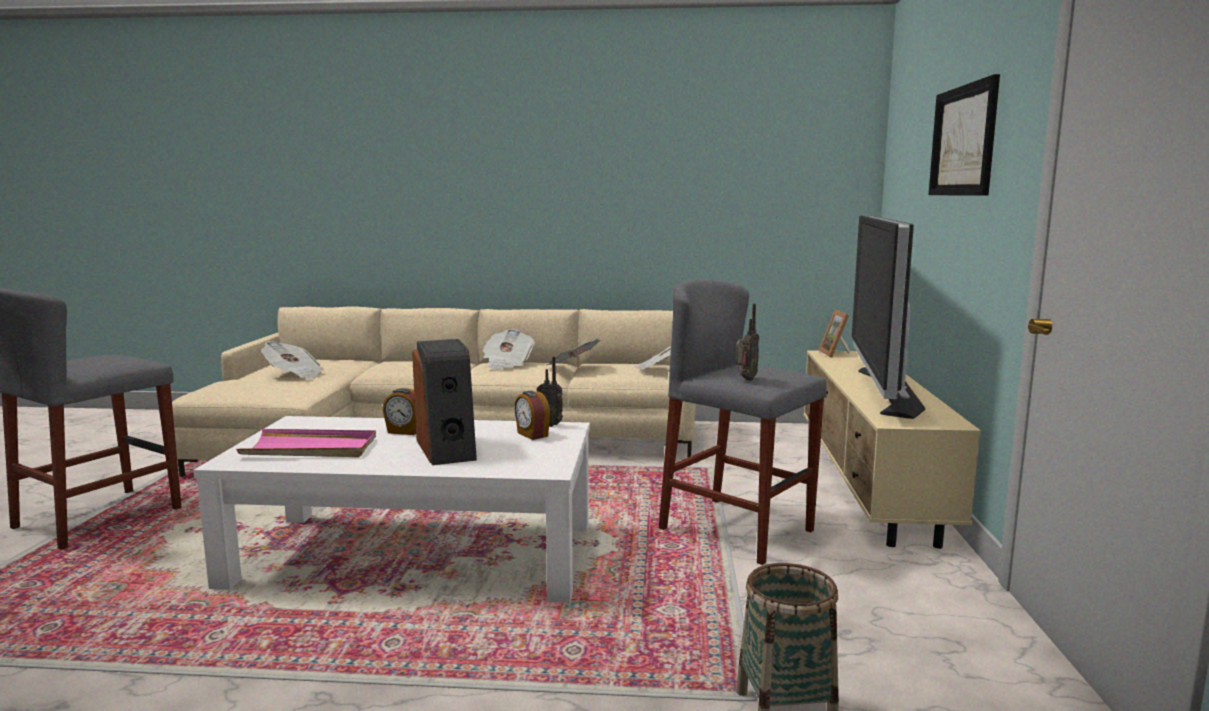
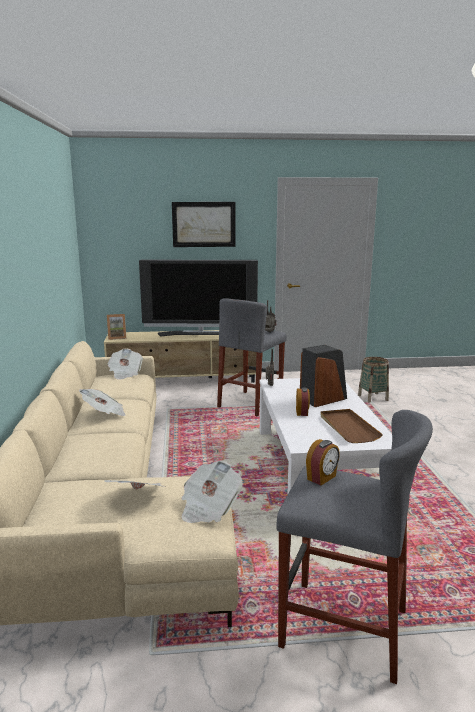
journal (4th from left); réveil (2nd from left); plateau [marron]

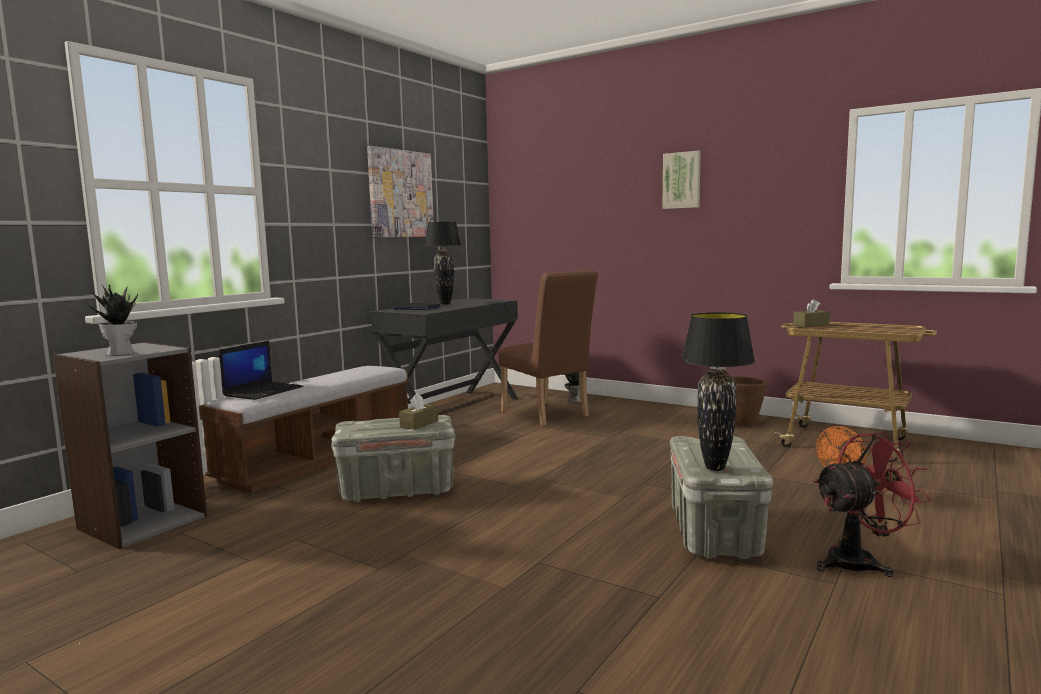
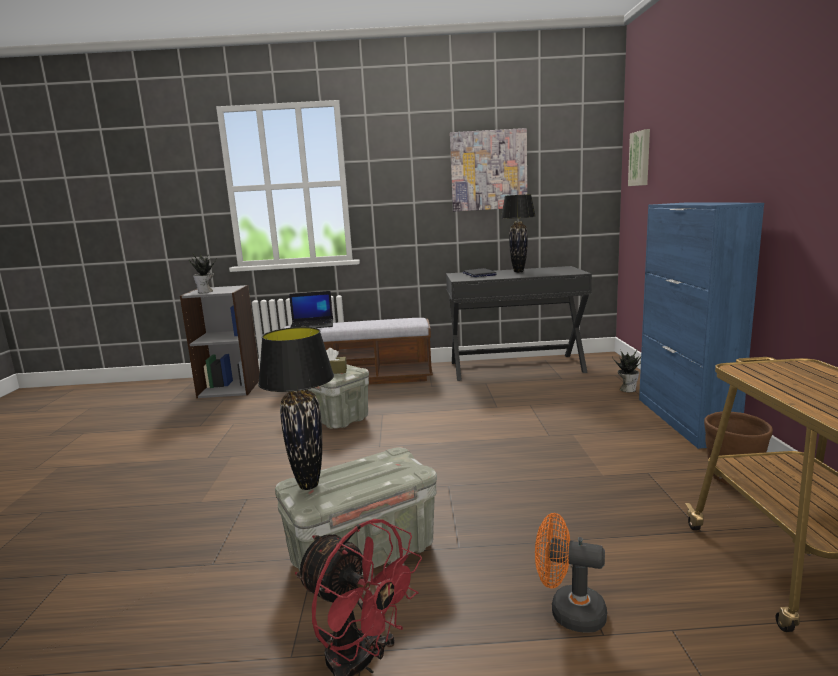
tableau (2nd from left); chaise [marron]; boîte à mouchoirs [marron] (2nd from left in the first image); meuble de rangement [bleu]

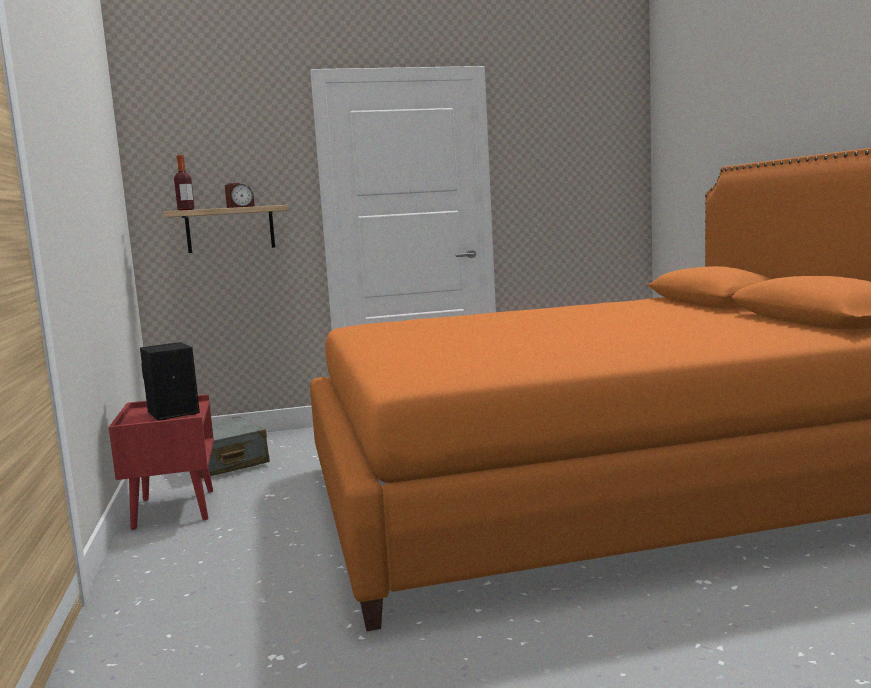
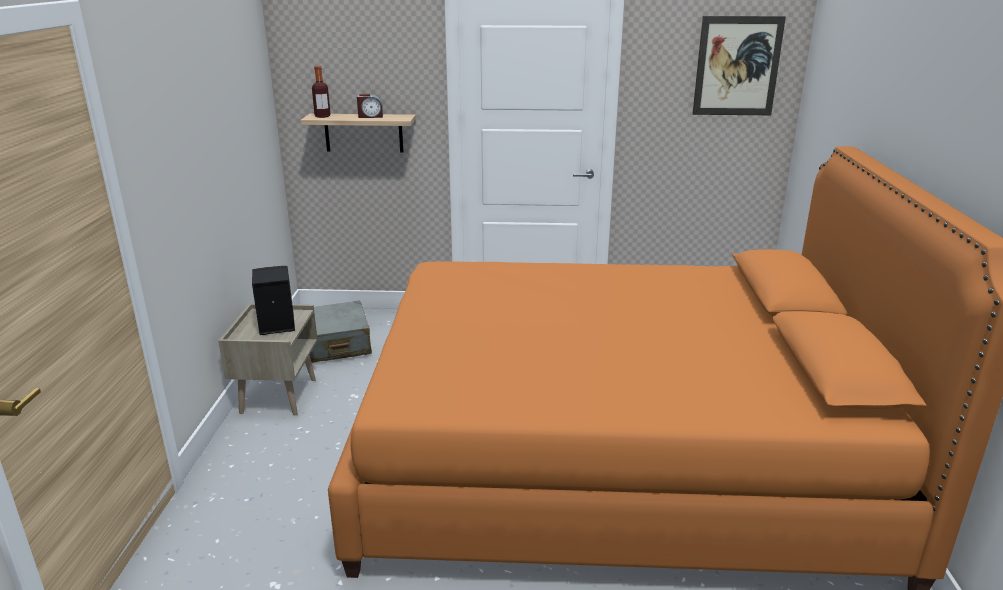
table de chevet [beige]; tableau

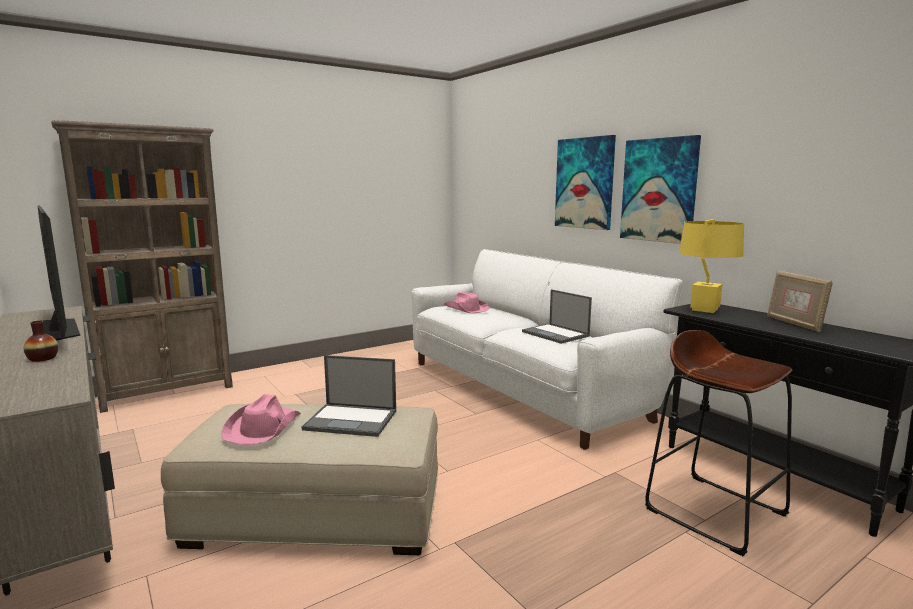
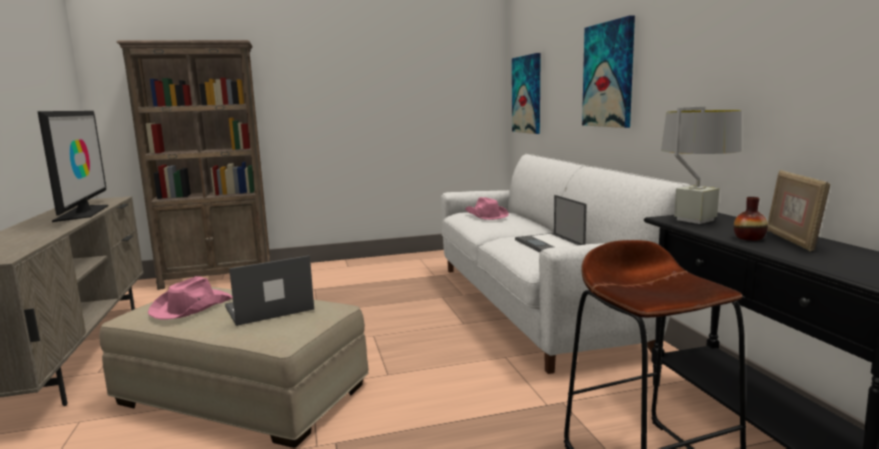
tableau (1st from left); lampe de table [gris]; vase; ordinateur portable (1st from left)

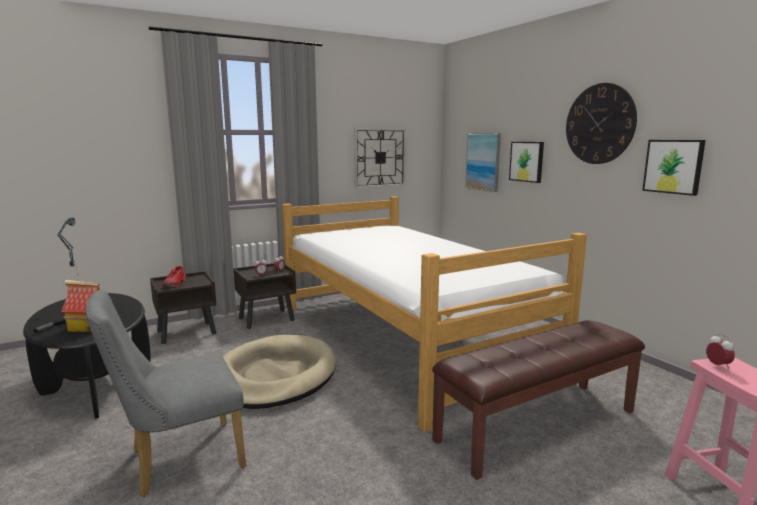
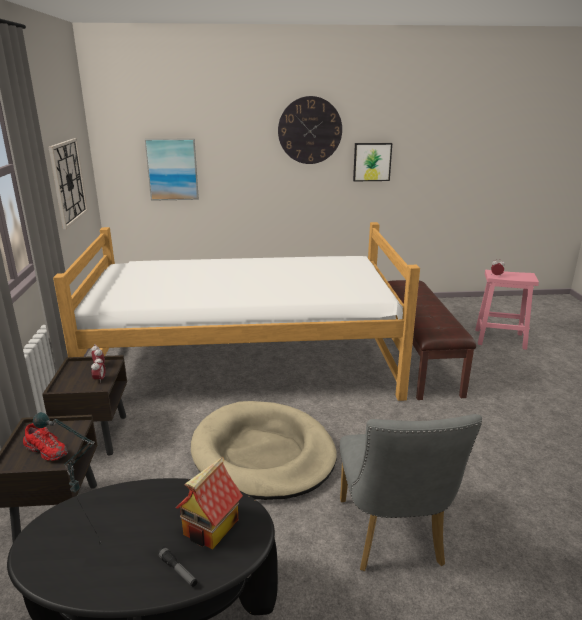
tableau (2nd from left in the first image)

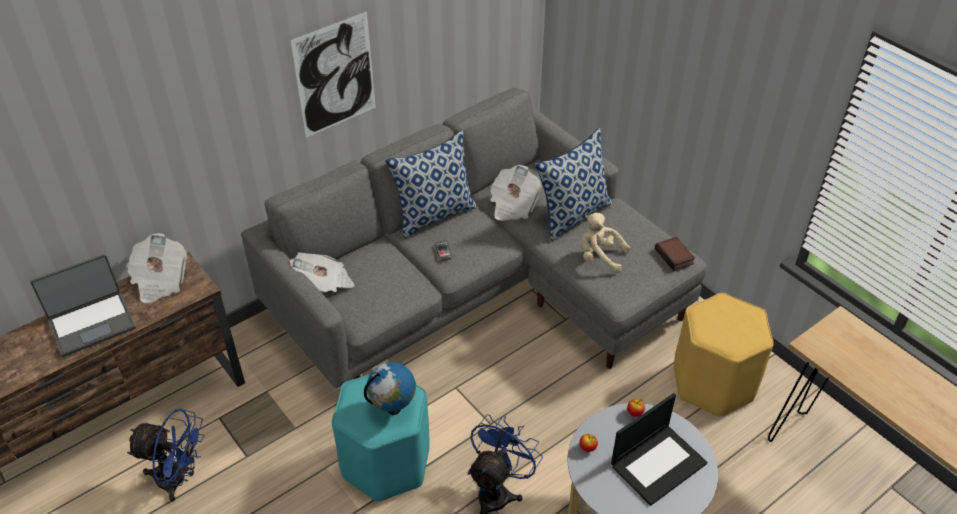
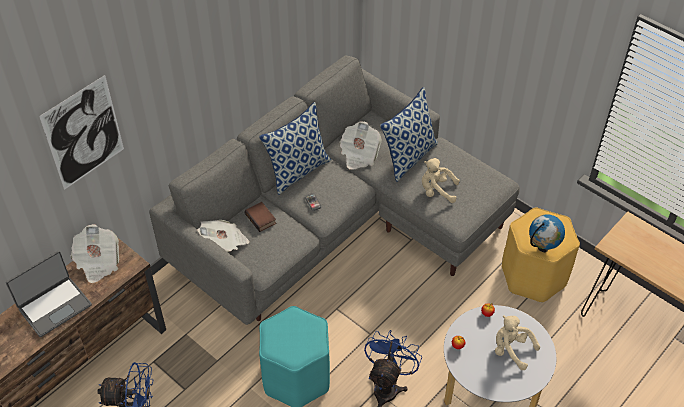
tableau; livre; globe; peluche [beige] (2nd from left)

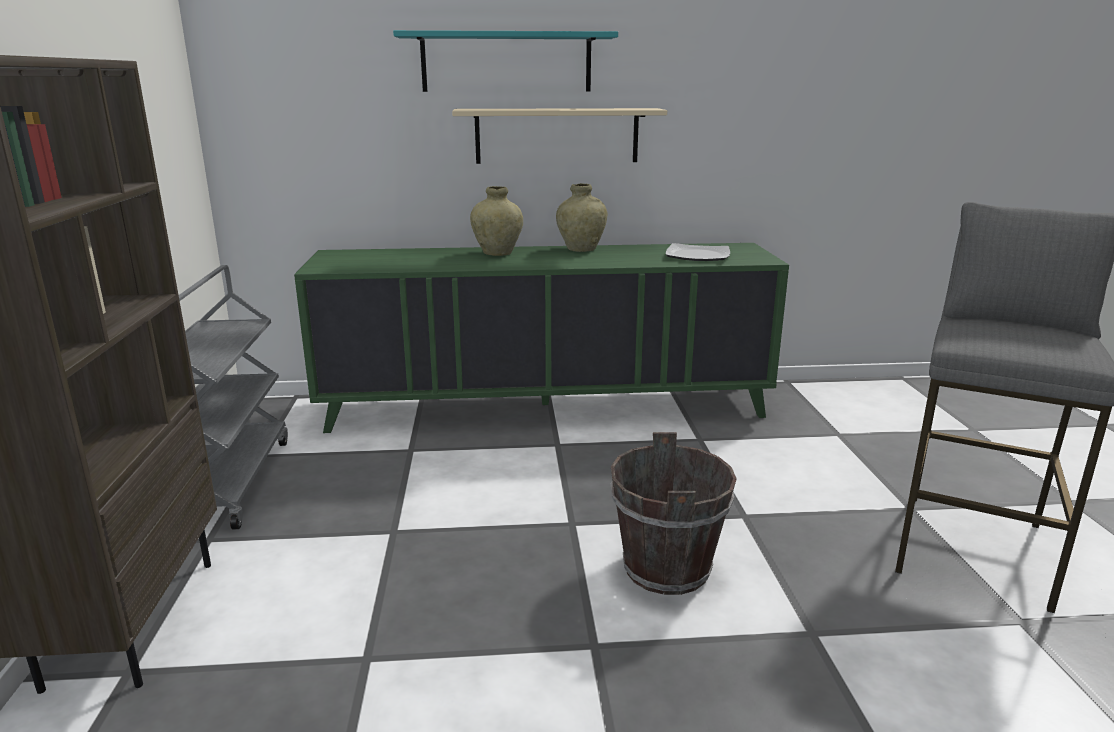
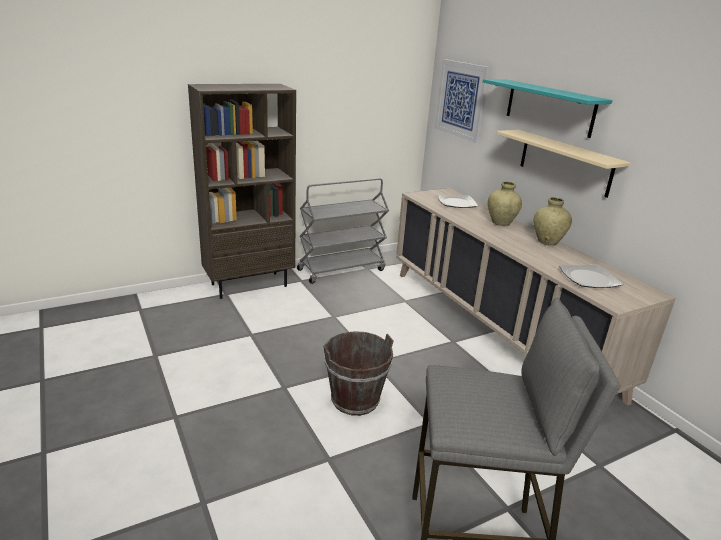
meuble de rangement [beige]; tableau; assiette (1st from left)

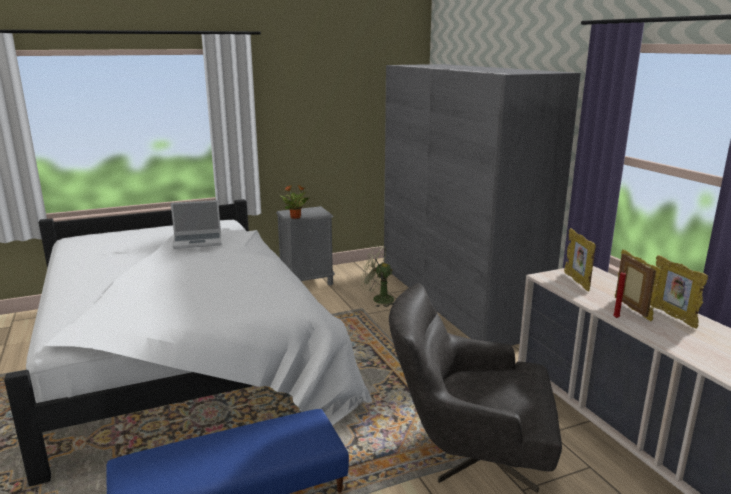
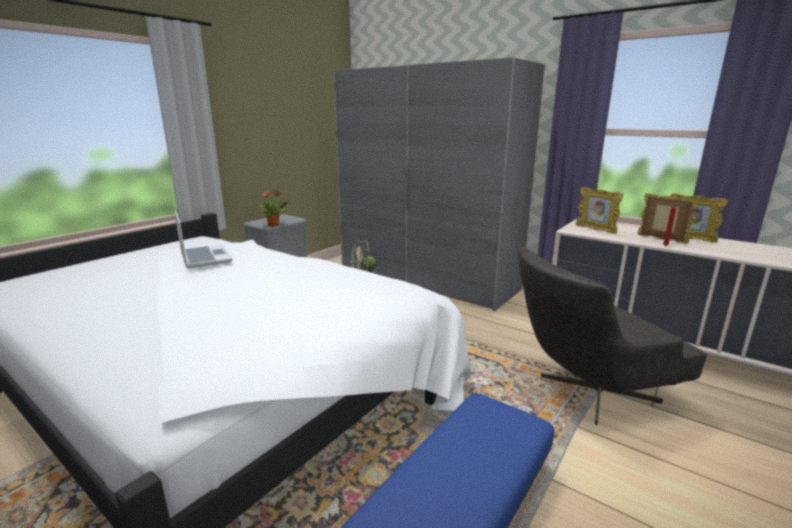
ordinateur portable

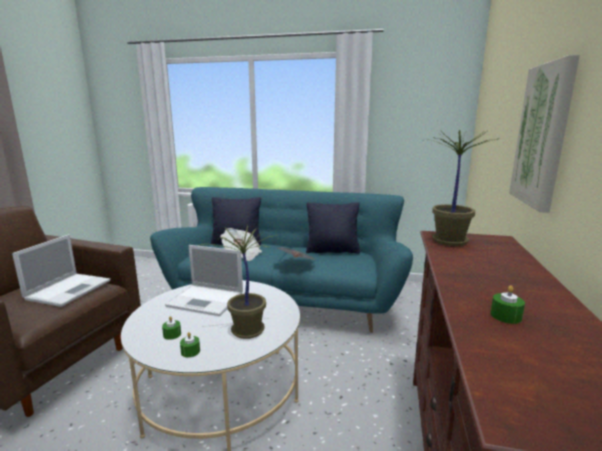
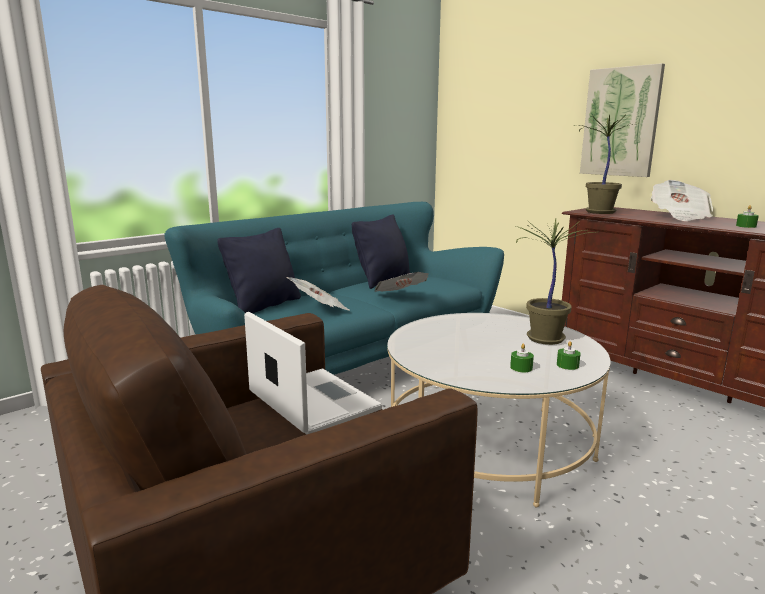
ordinateur portable (2nd from left in the first image); journal (3rd from left)

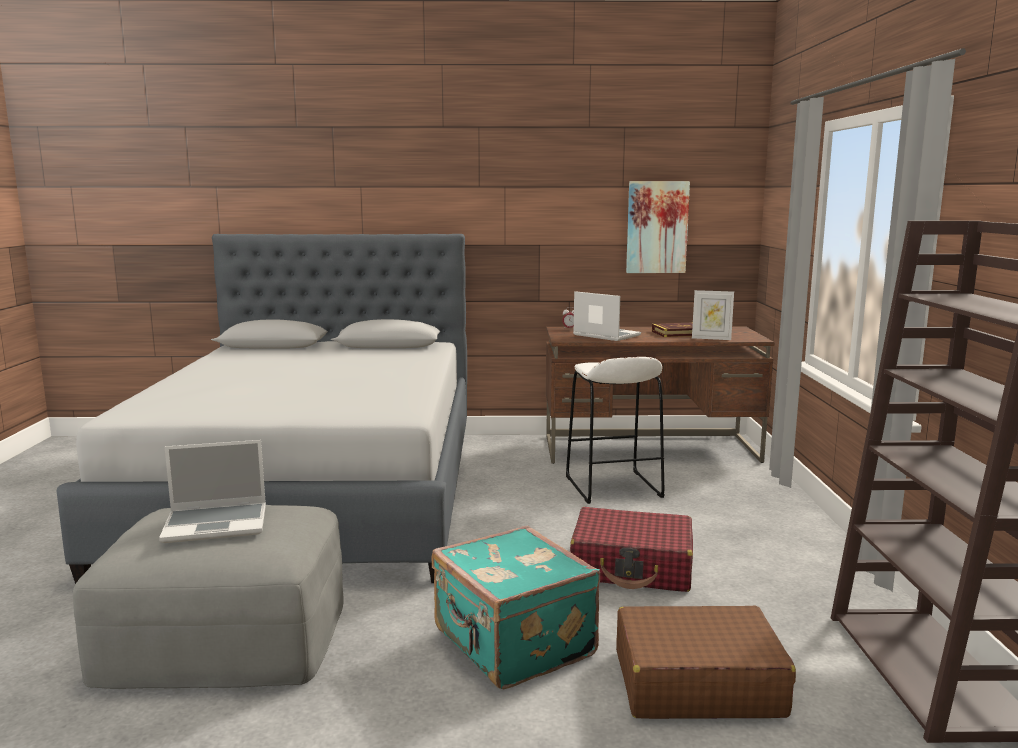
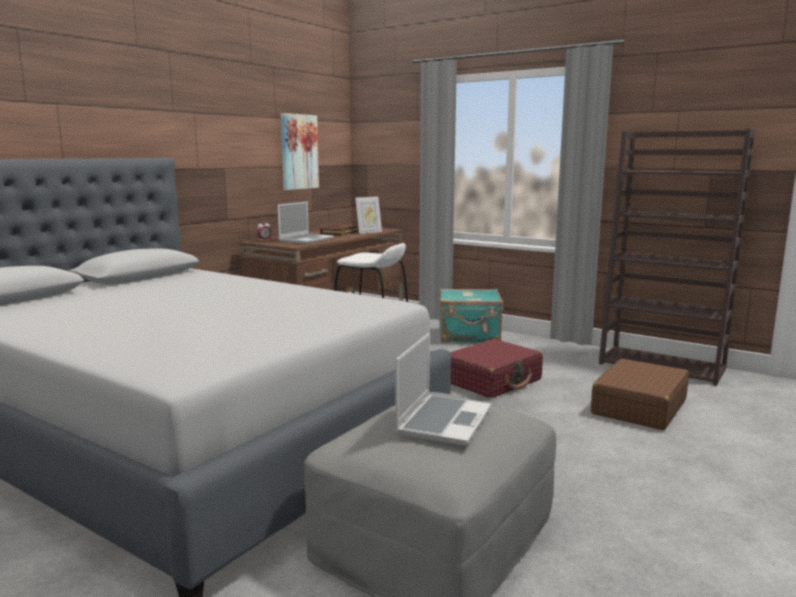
ordinateur portable (1st from left); valise [turquoise]

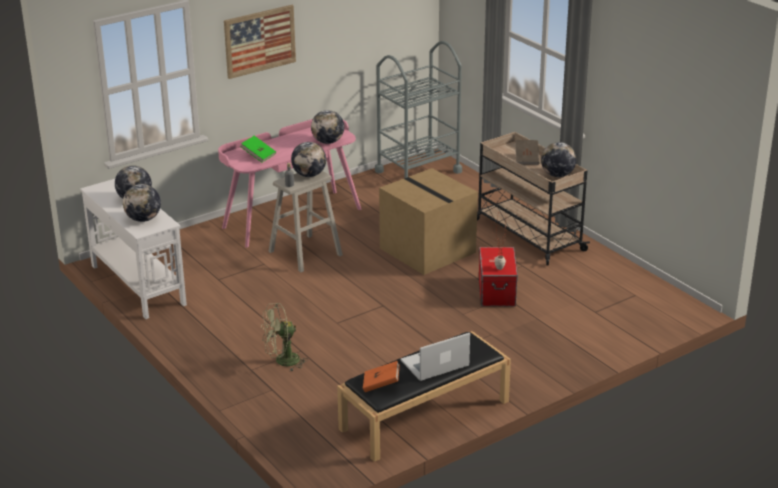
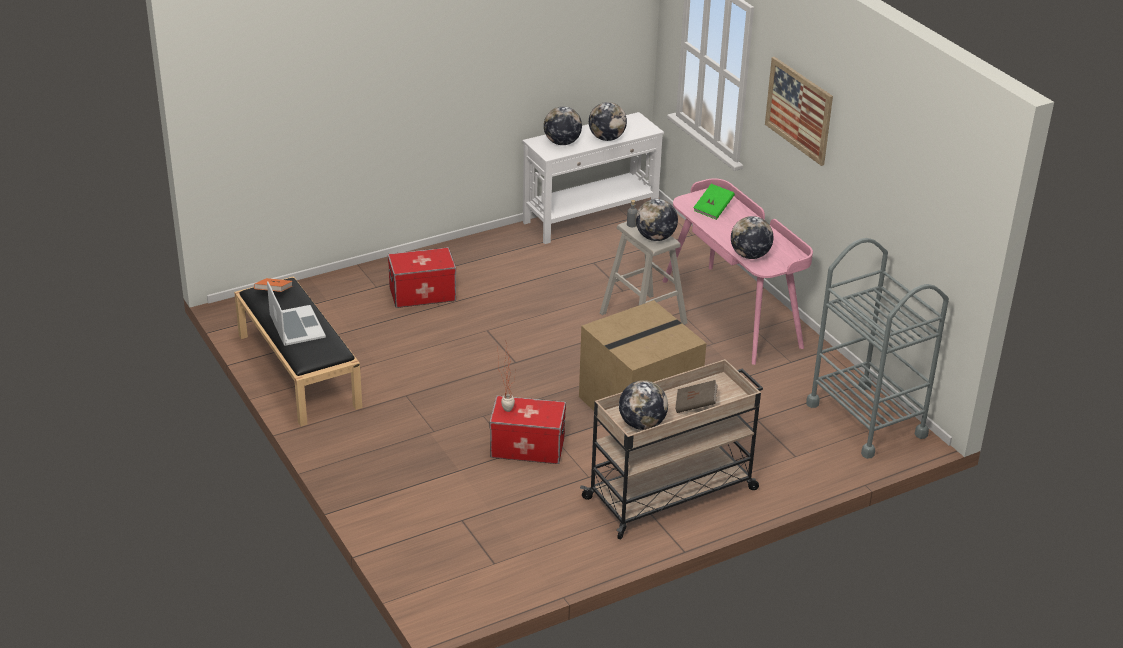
boîte de rangement (1st from left)

